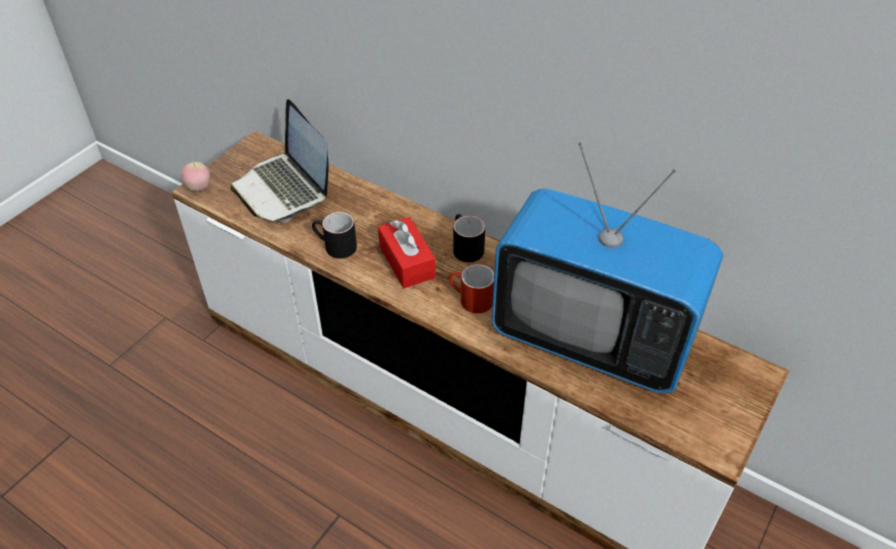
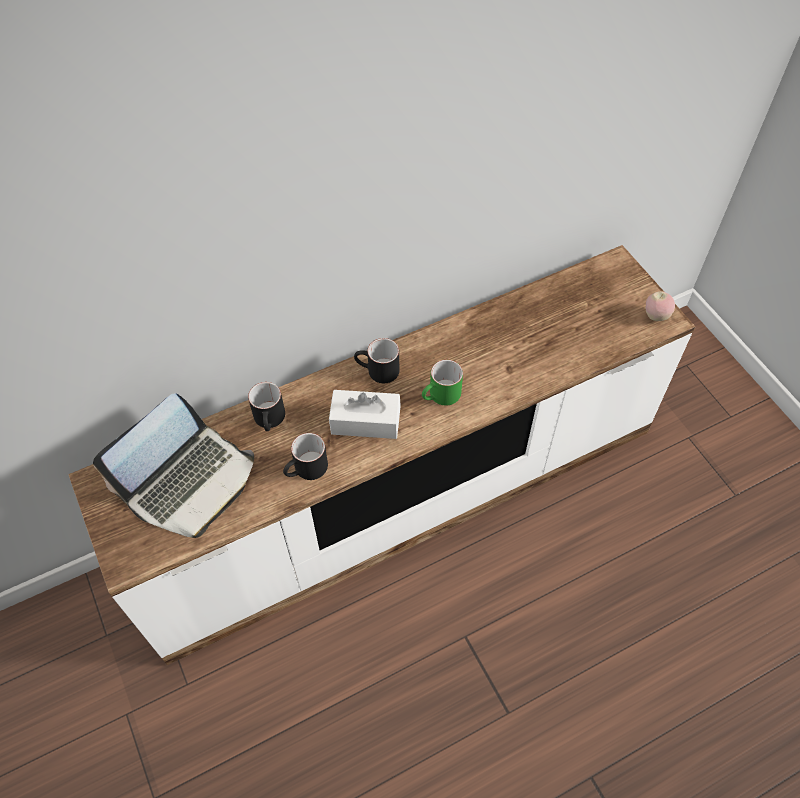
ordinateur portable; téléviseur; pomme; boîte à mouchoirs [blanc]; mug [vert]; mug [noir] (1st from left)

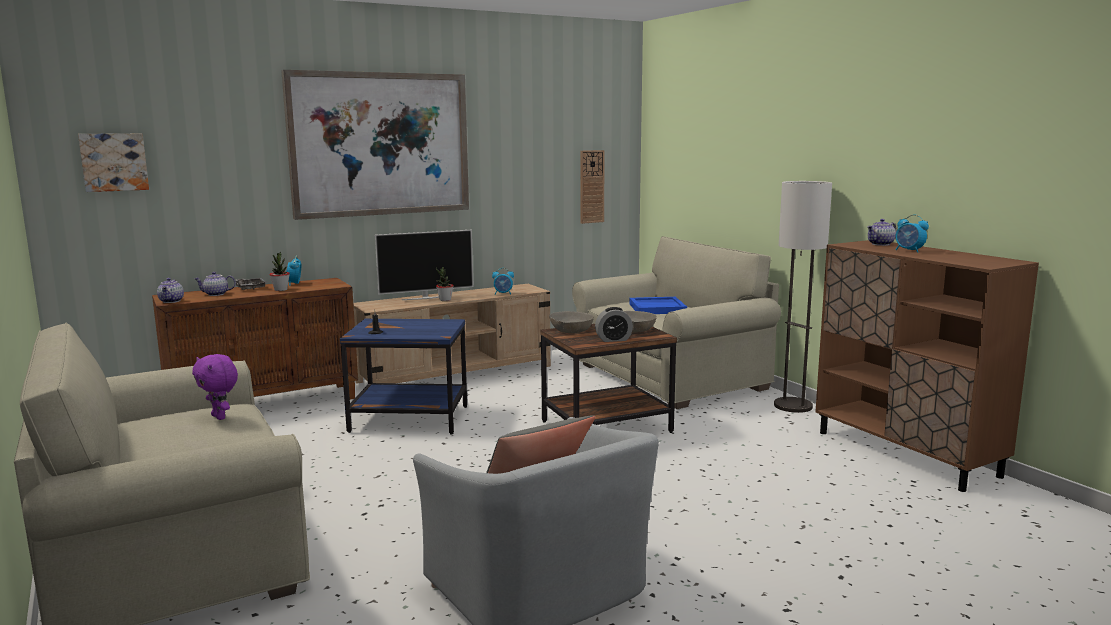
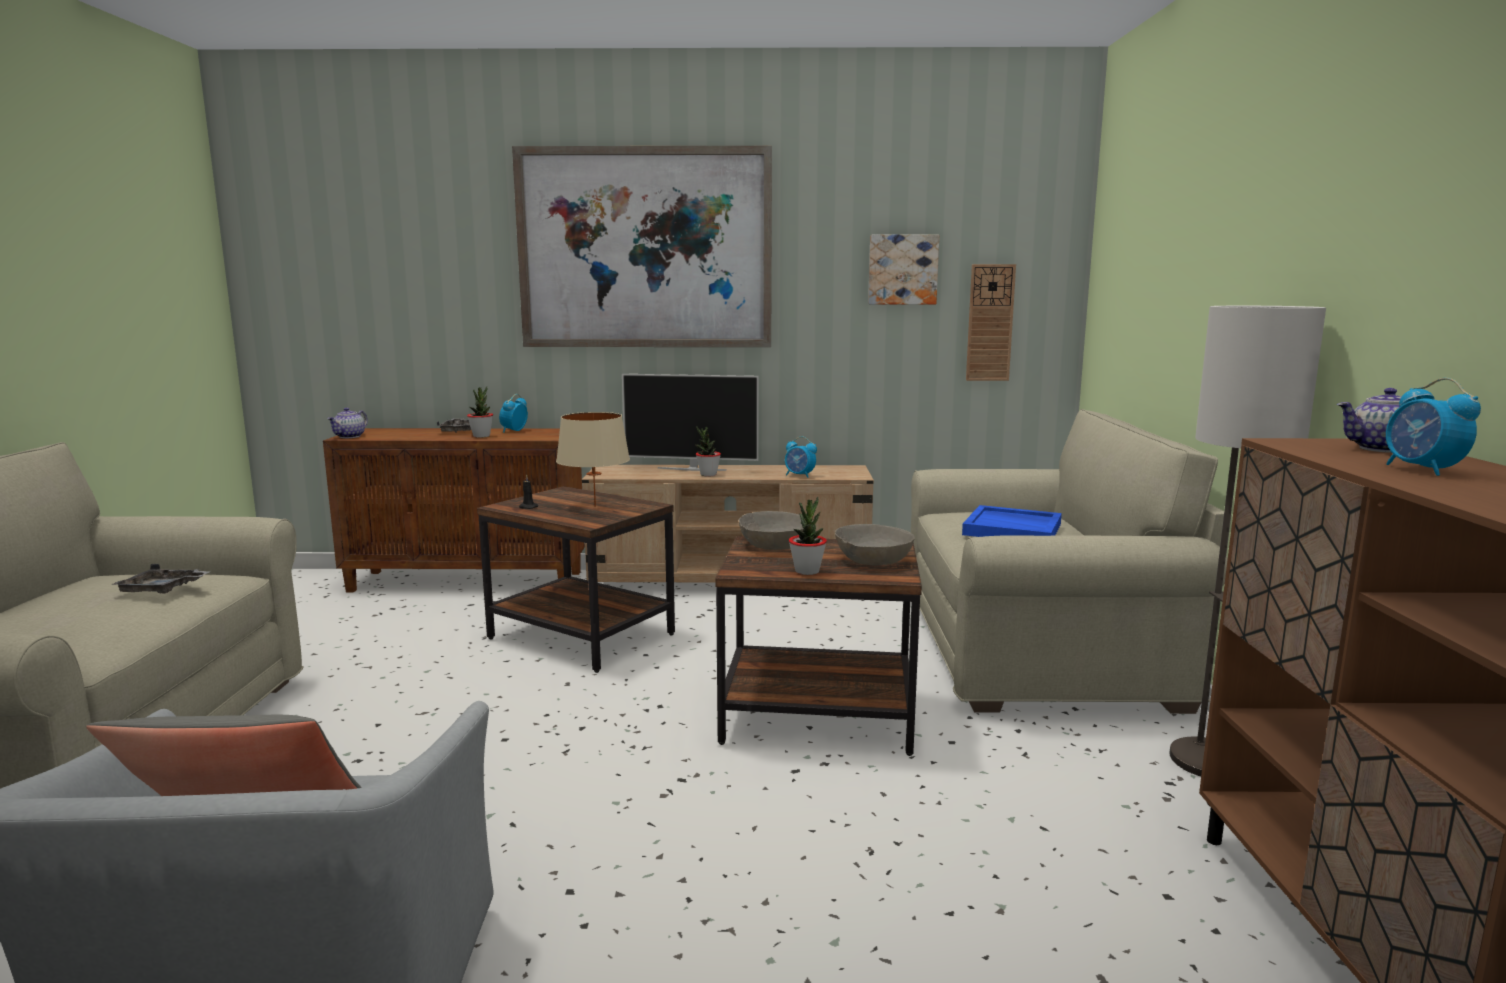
tableau (2nd from left); théière (2nd from left in the first image); plante en pot (3rd from left); table d'appoint [marron] (1st from left); plateau [gris] (1st from left); lampe de table [beige]

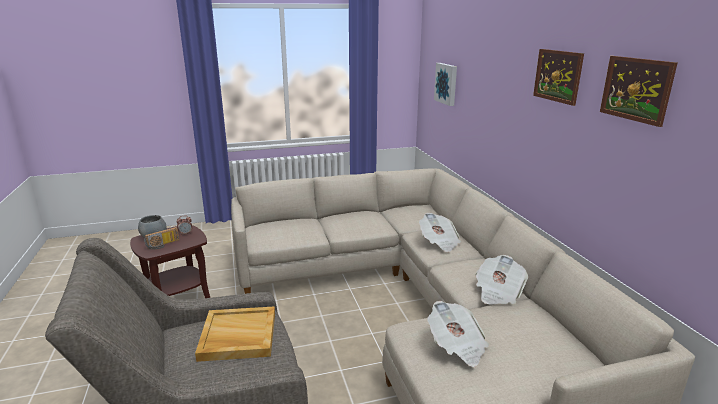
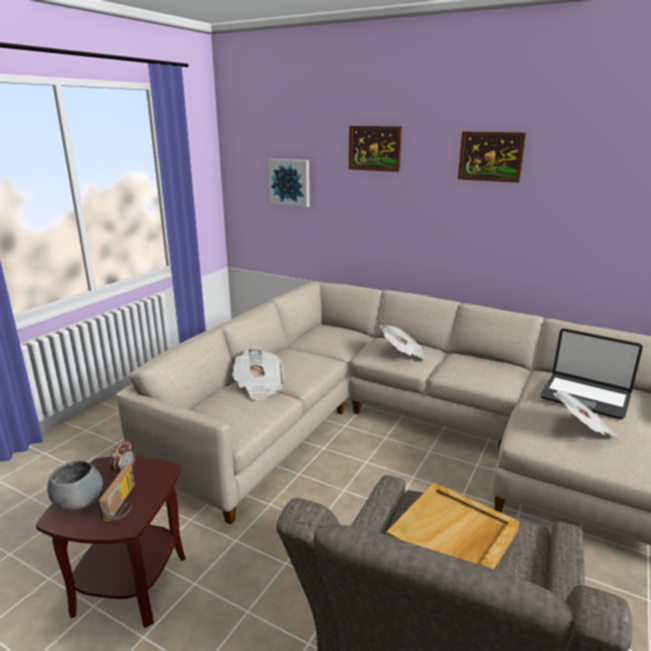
tableau (2nd from left); journal (1st from left); ordinateur portable

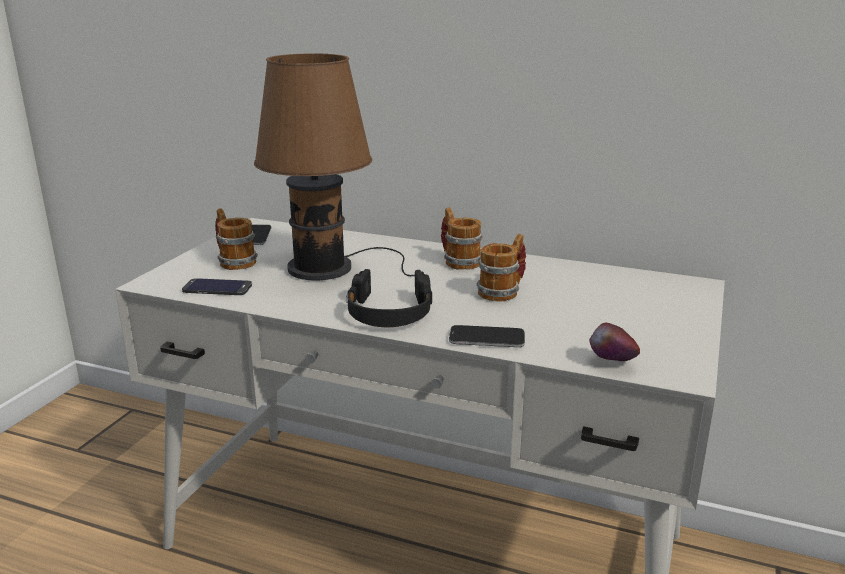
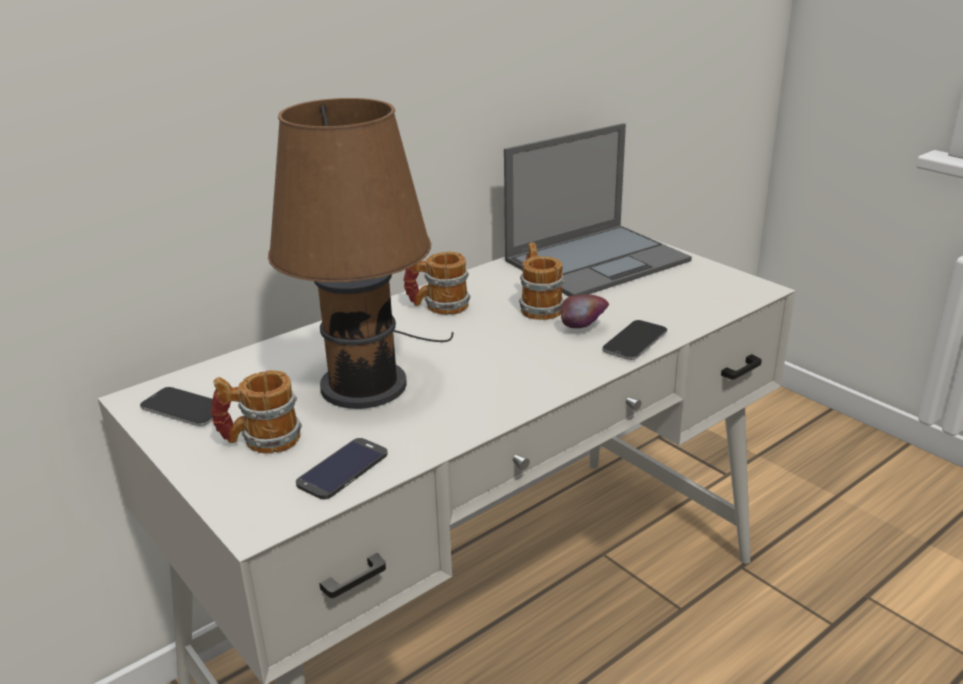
casque audio [noir]; pomme; ordinateur portable

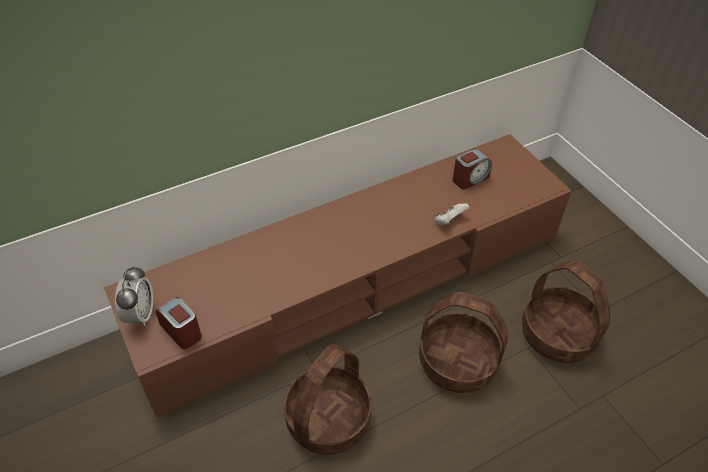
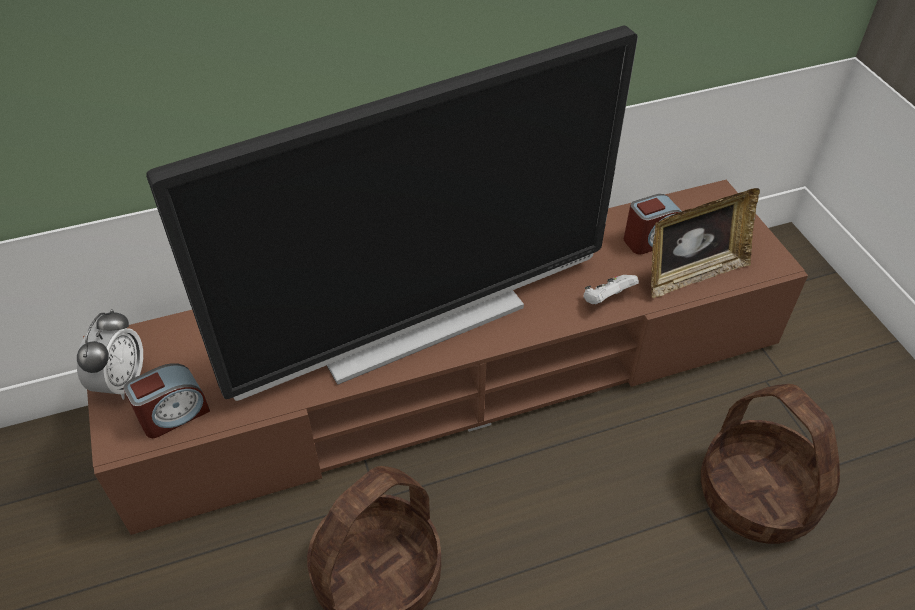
panier (2nd from left in the first image); réveil (2nd from left); téléviseur; cadre photo

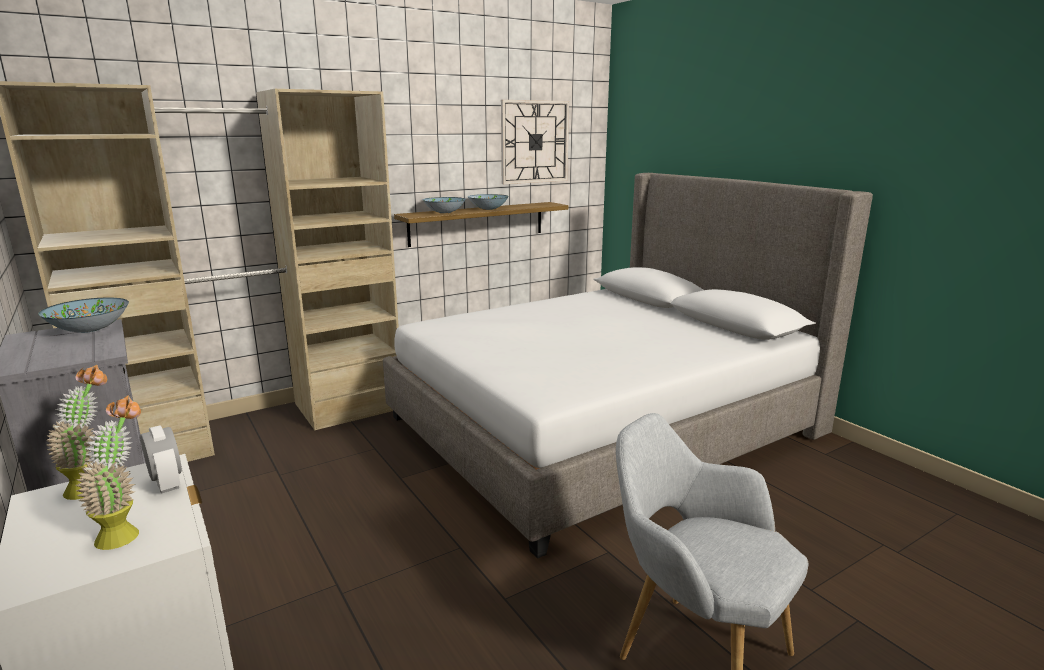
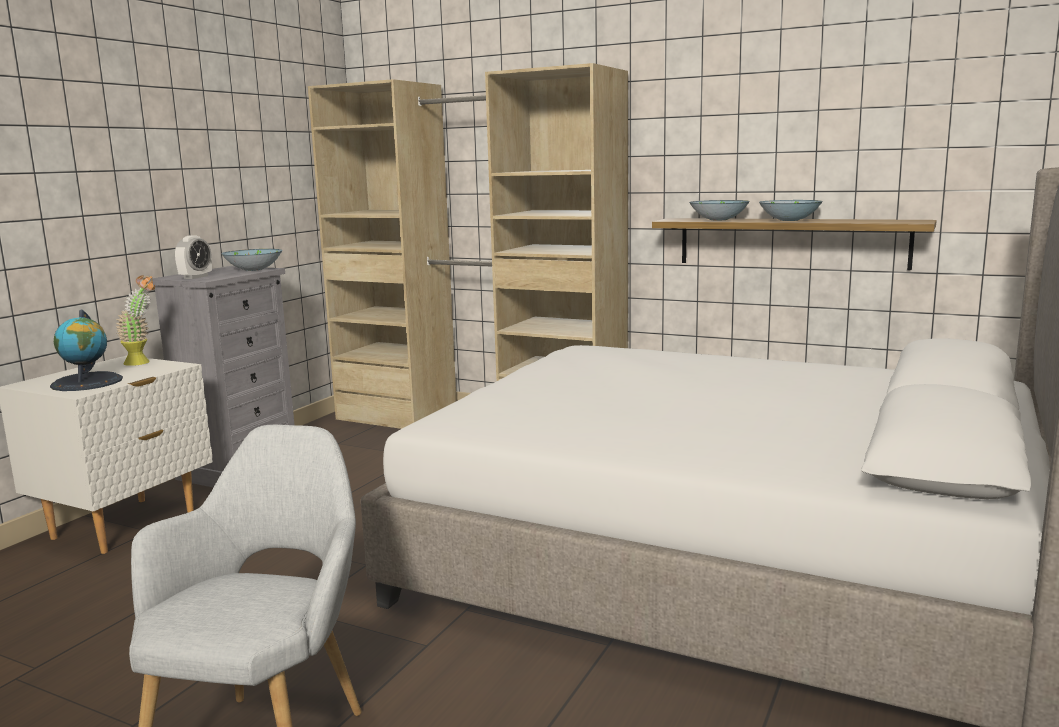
horloge murale; globe; réveil

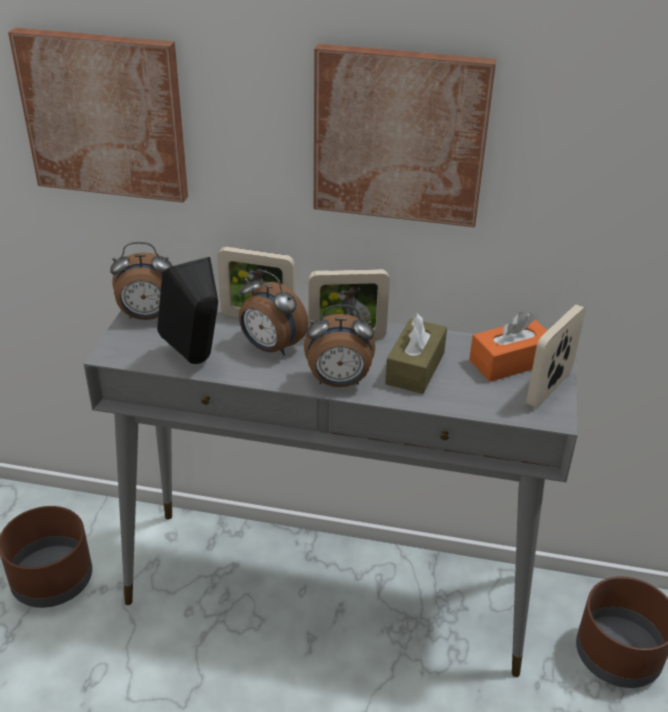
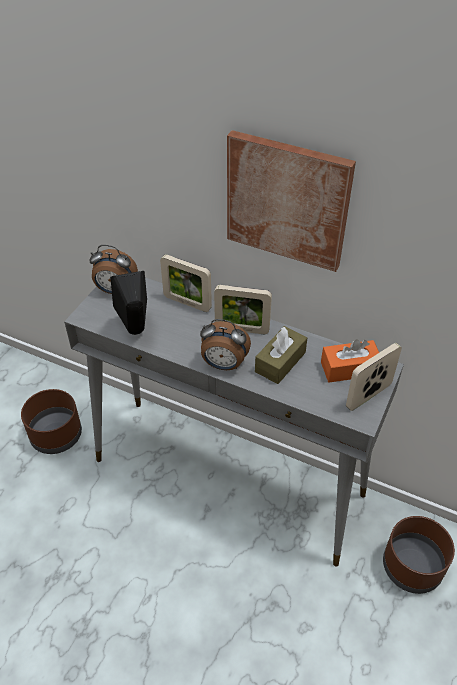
tableau (1st from left in the first image); réveil (2nd from left in the first image)

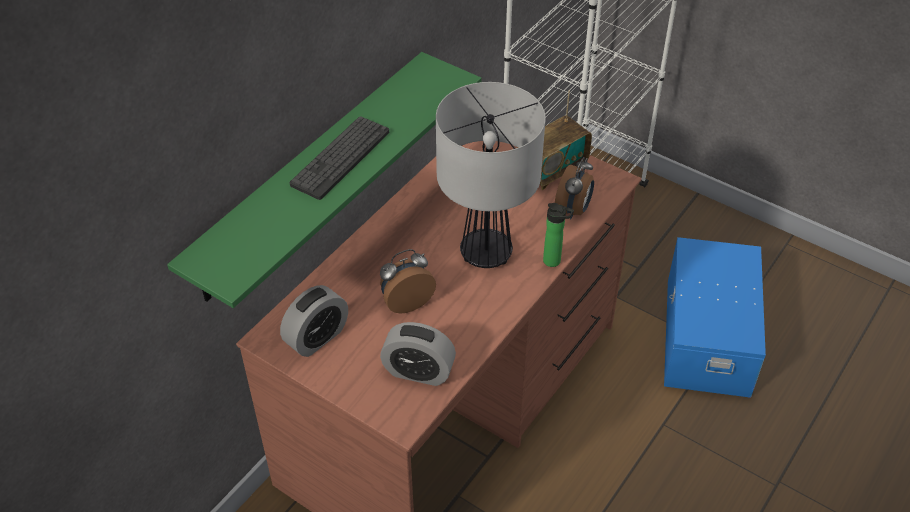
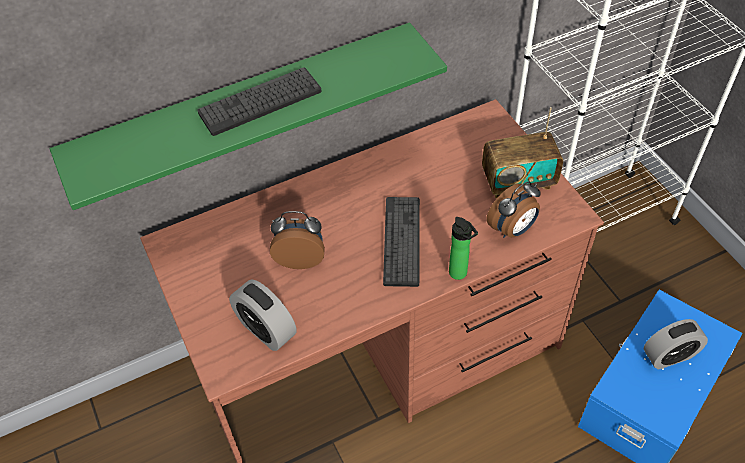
clavier (2nd from left); réveil (4th from left)

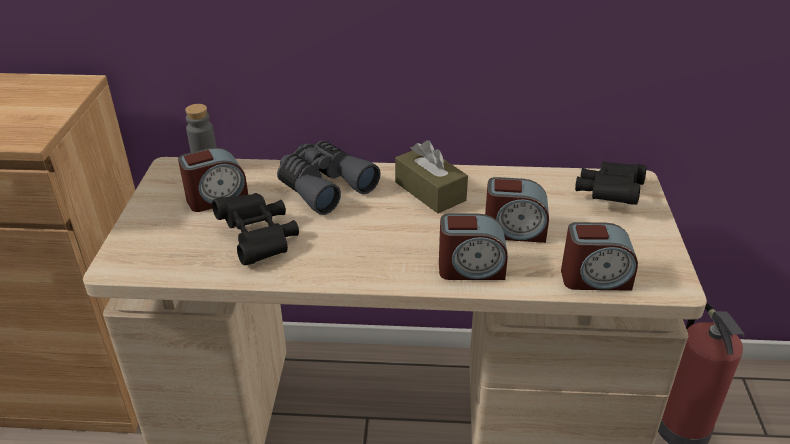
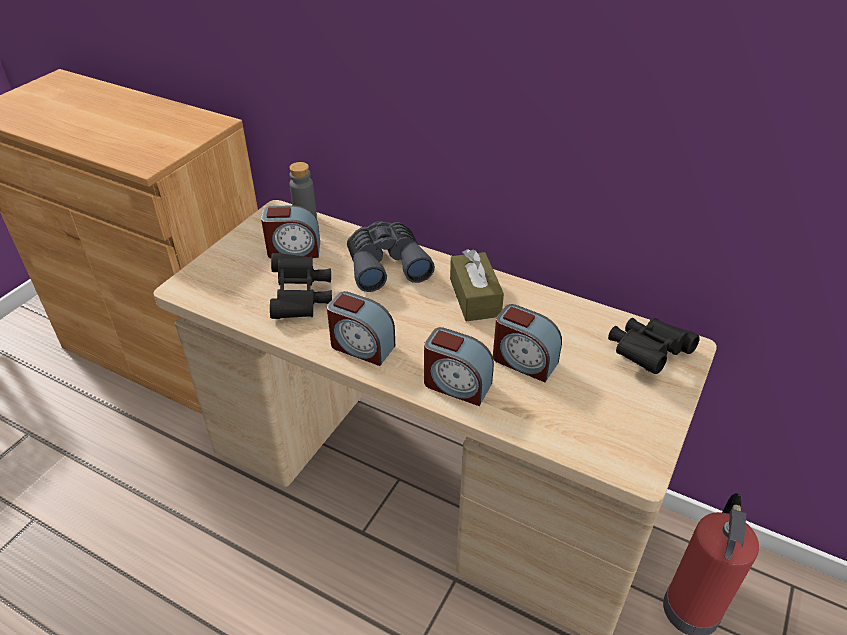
réveil (2nd from left)

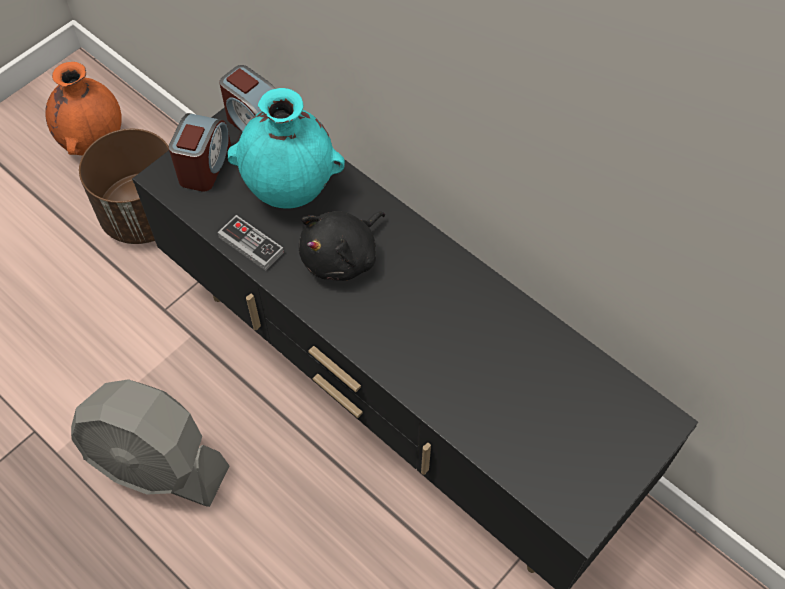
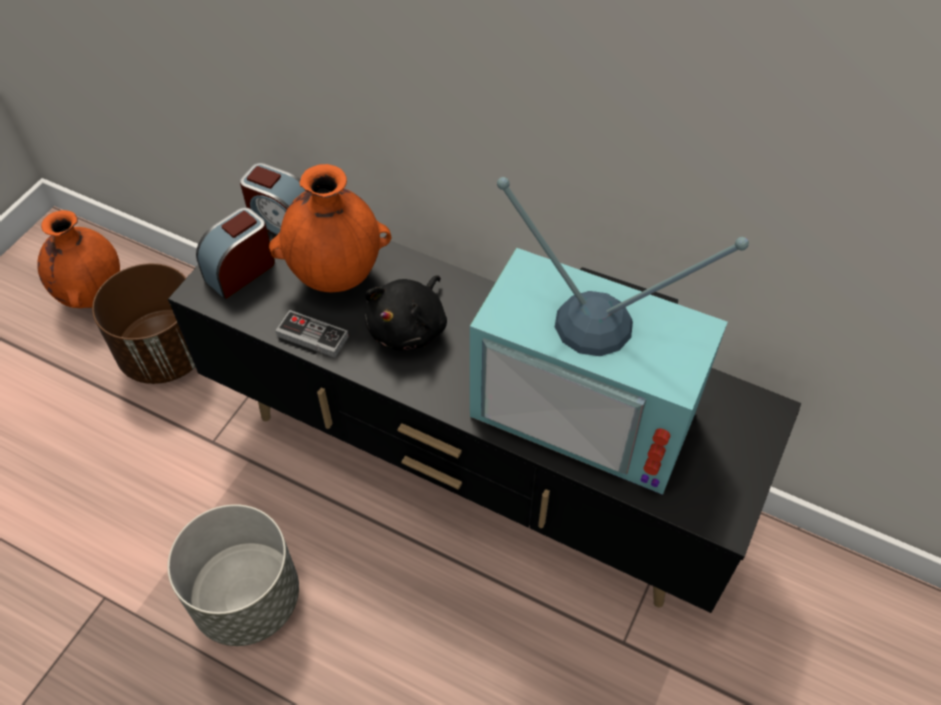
vase [orange] (2nd from left); réveil (1st from left); cache-pot [gris]; téléviseur

